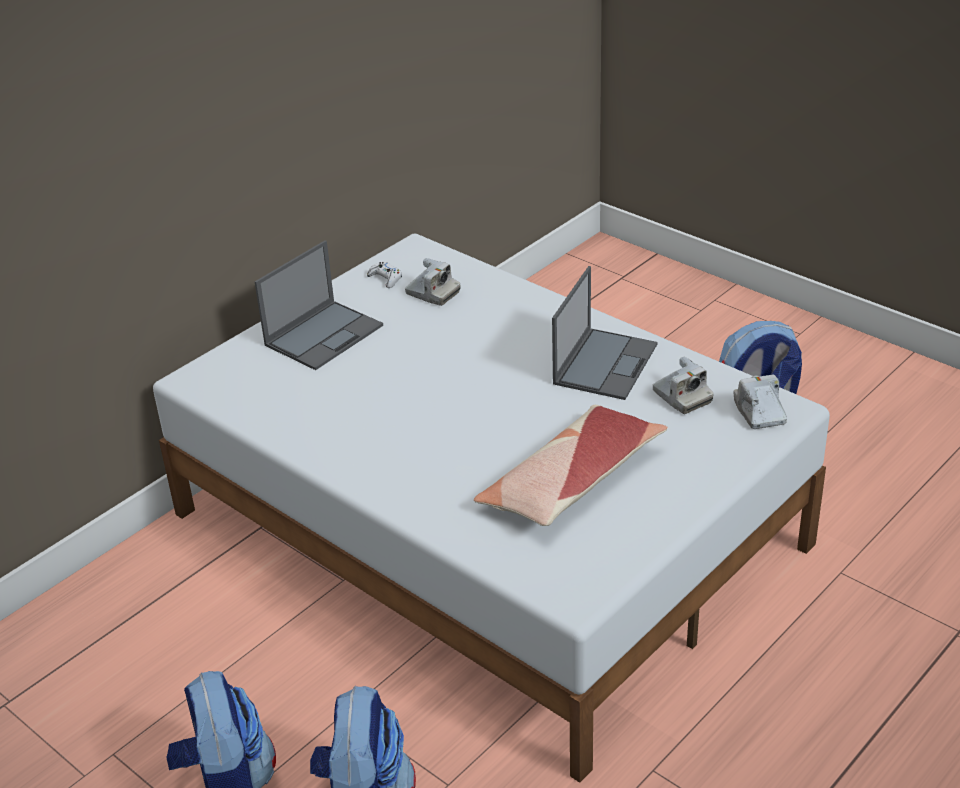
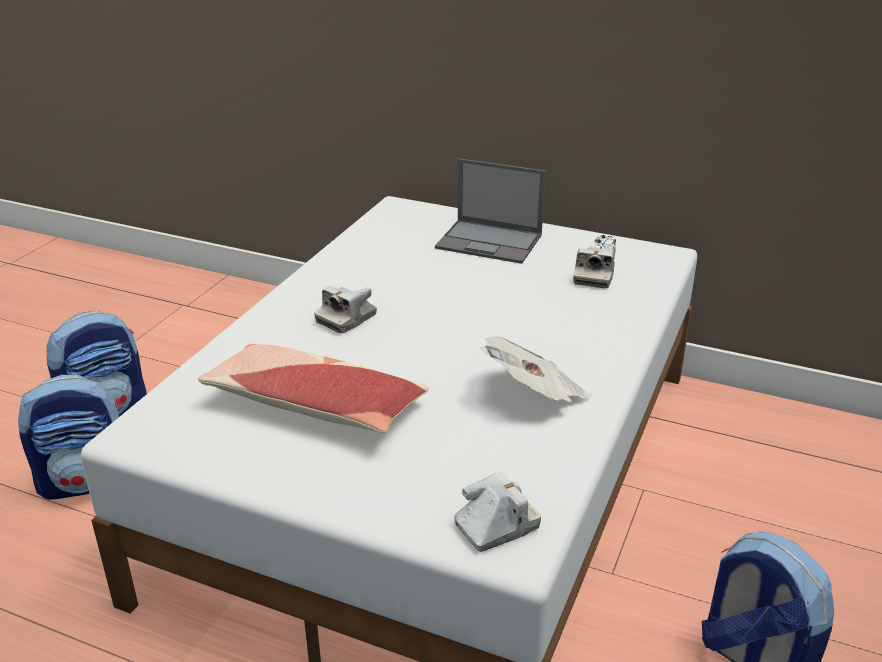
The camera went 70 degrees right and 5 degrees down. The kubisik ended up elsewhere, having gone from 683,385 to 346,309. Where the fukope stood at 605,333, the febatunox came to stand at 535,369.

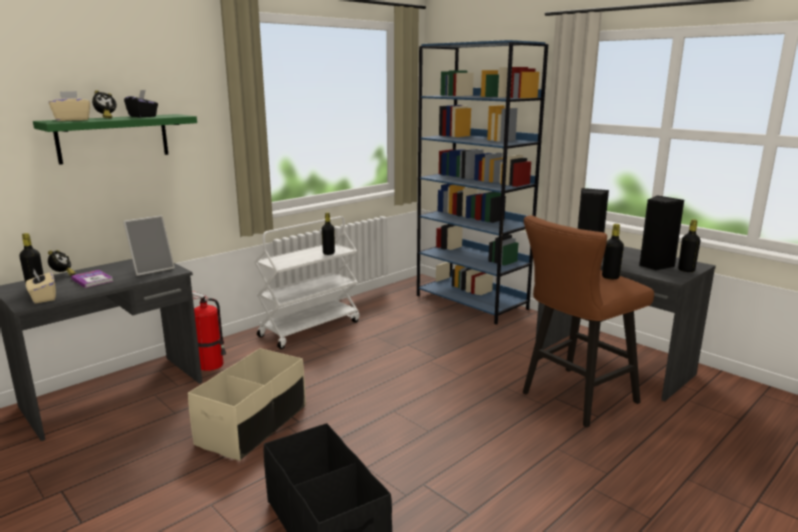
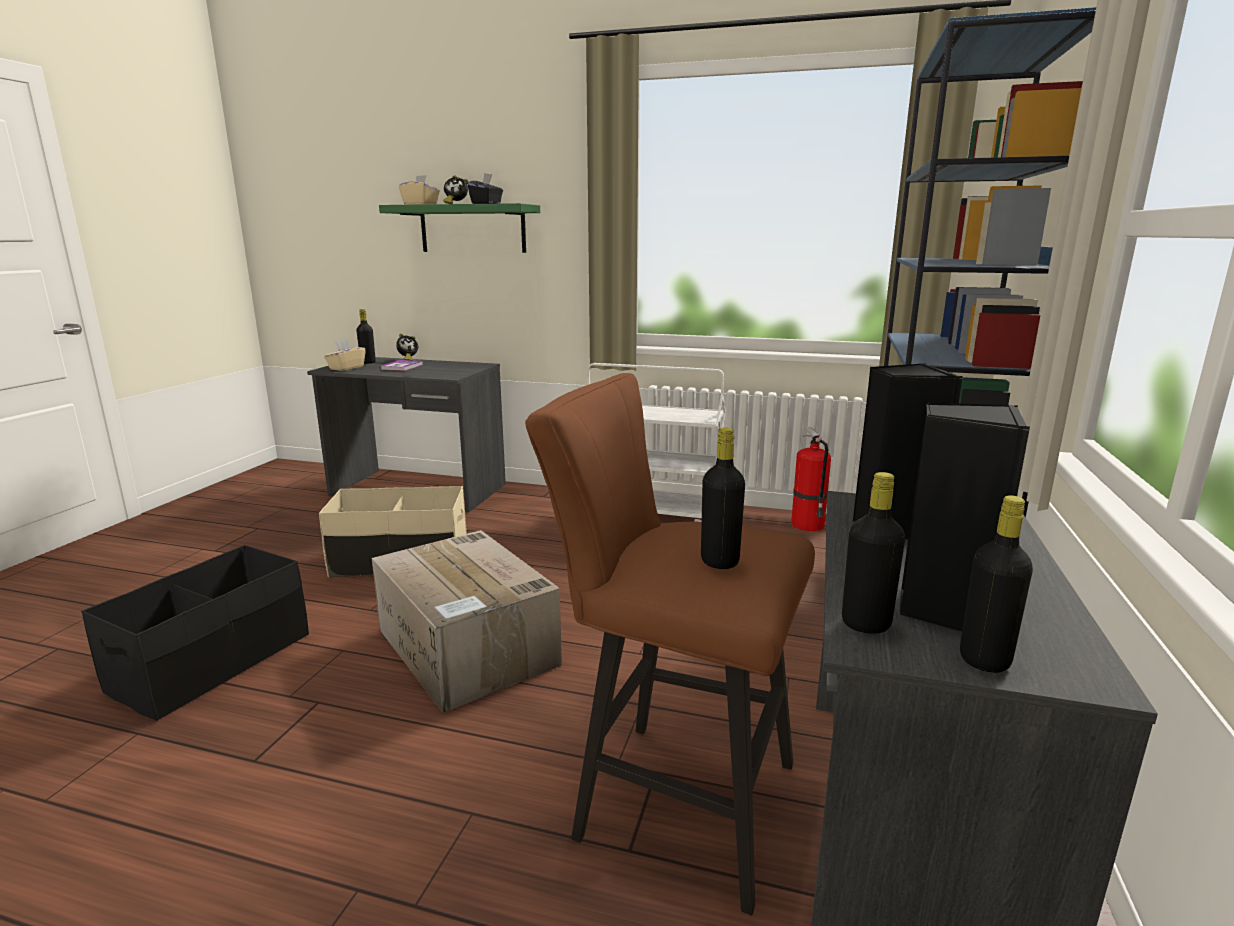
The camera went 60 degrees right and 0 degrees up. The second view lost the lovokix at 149,245. The second view gained the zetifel at 467,621. The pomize ended up elsewhere, having gone from 209,331 to 811,479. The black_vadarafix ended up elsewhere, having gone from 328,234 to 873,553.

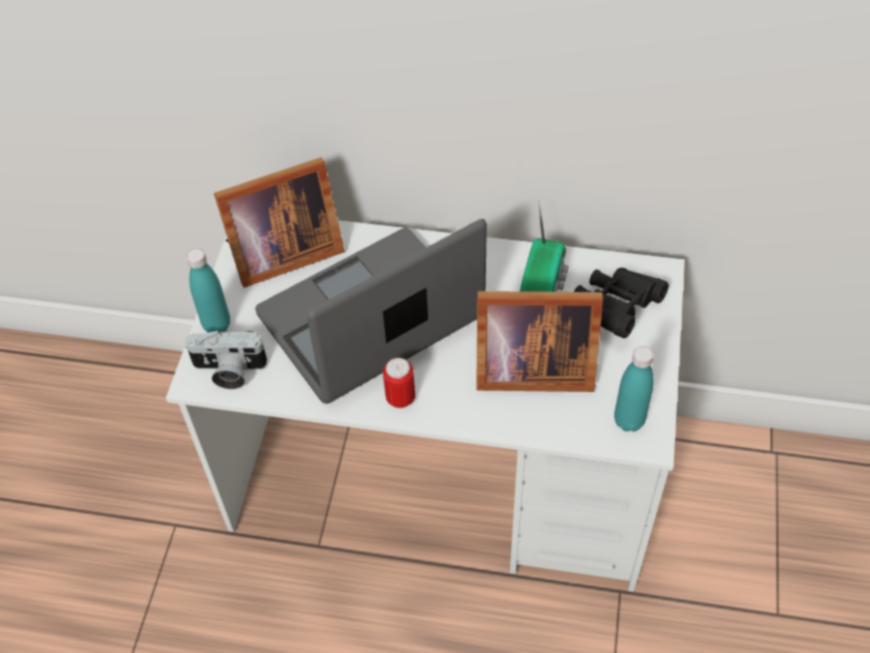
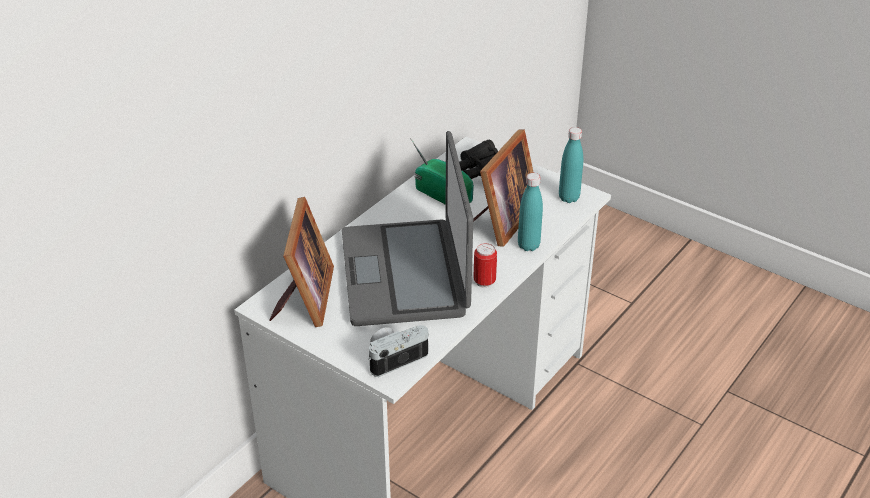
The camera went 65 degrees left and 15 degrees down. The turquoise_vadarafix ended up elsewhere, having gone from 208,291 to 530,212. The kubisik at 226,360 ended up facing another way, 150 degrees counterclockwise from before.

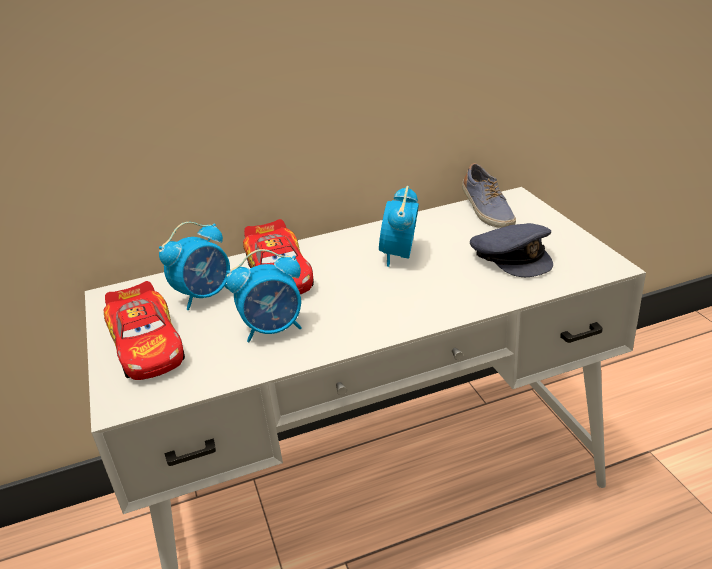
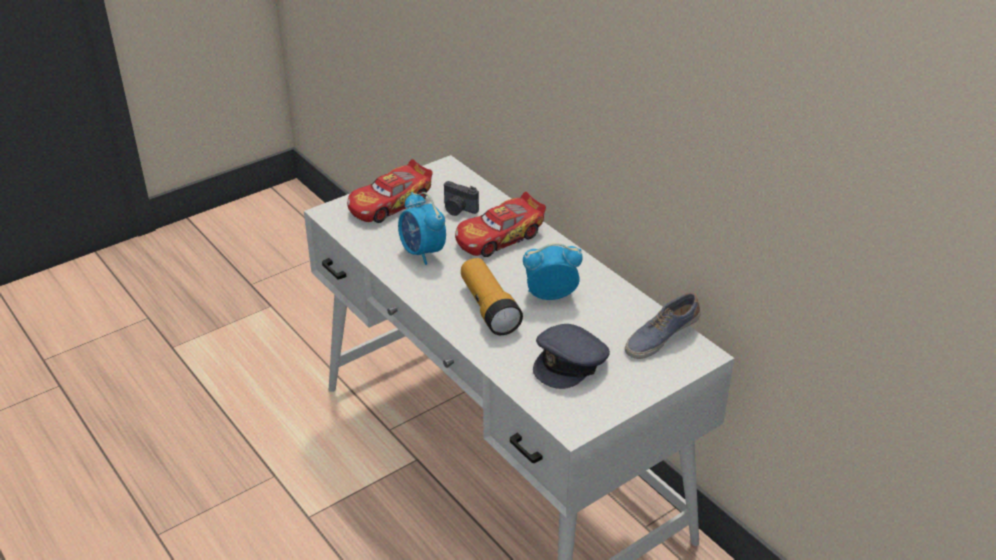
The camera went 70 degrees right and 5 degrees up. The second view gained the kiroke at 492,296. Where the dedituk stood at 194,266, the kubisik came to stand at 461,198.

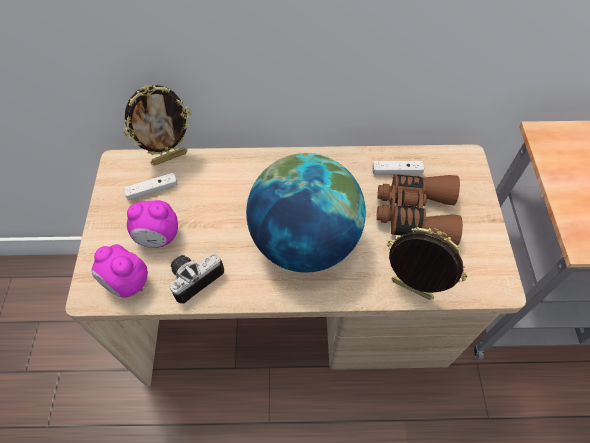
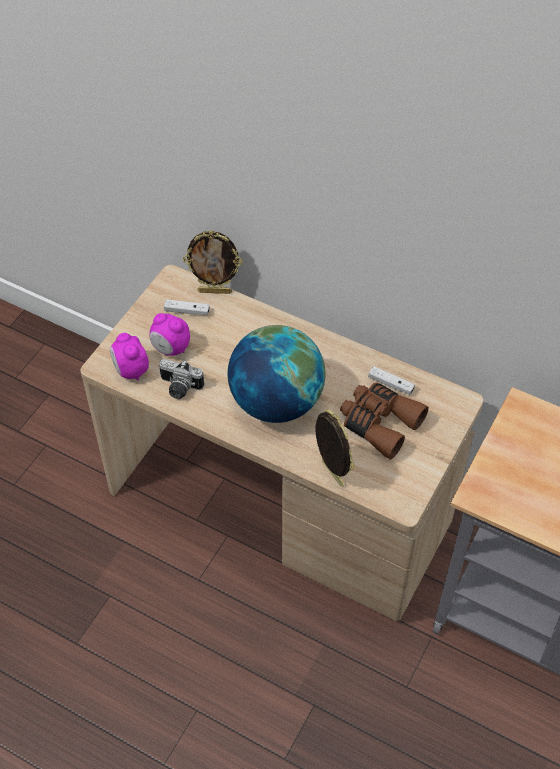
The camera went 30 degrees right and 5 degrees down. The kubisik at 196,278 ended up facing another way, 150 degrees counterclockwise from before.

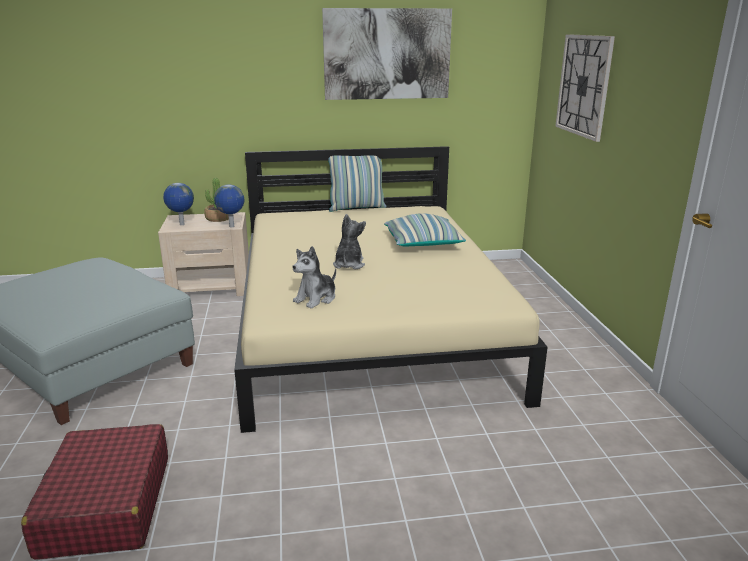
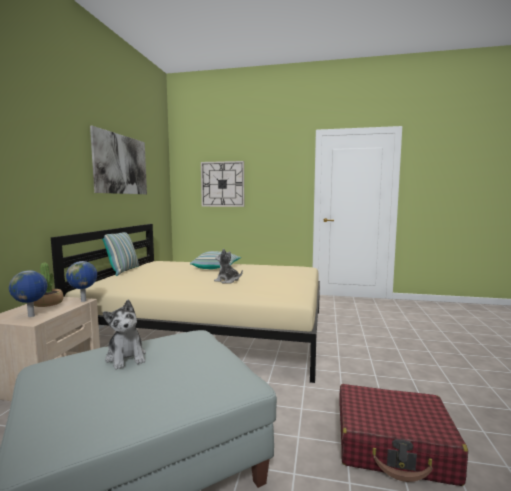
The camera went 70 degrees left and 15 degrees down. The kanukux ended up elsewhere, having gone from 314,277 to 124,335.

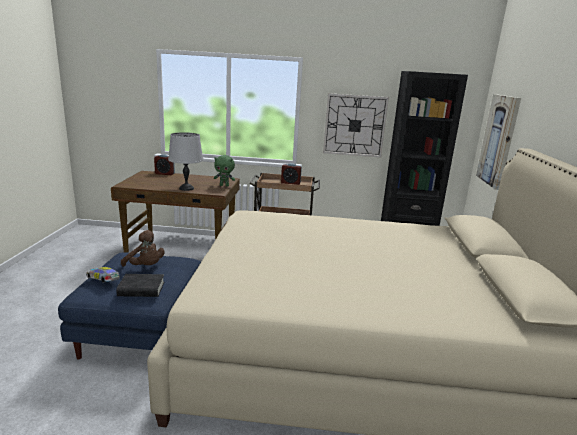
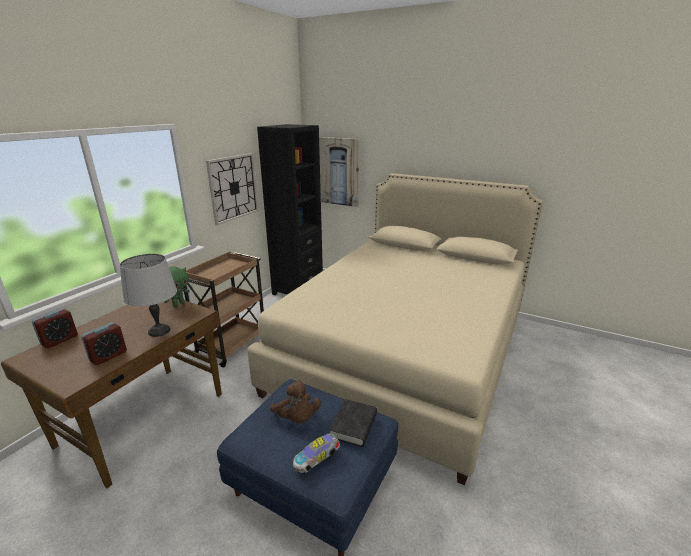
The camera went 65 degrees left and 5 degrees up. The dedituk ended up elsewhere, having gone from 291,174 to 104,343. The brown_kanukux at 143,248 ended up facing another way, 90 degrees clockwise from before.

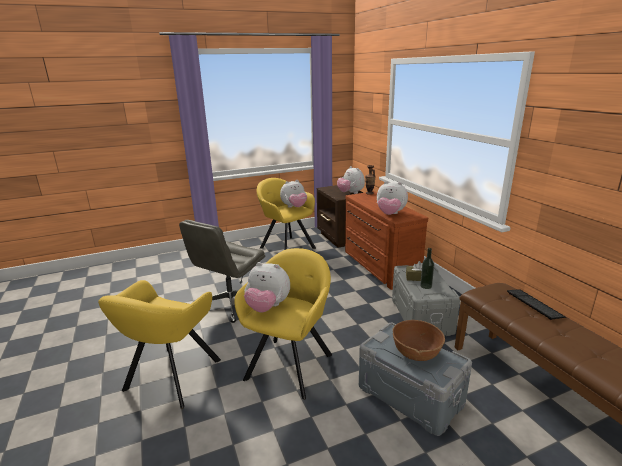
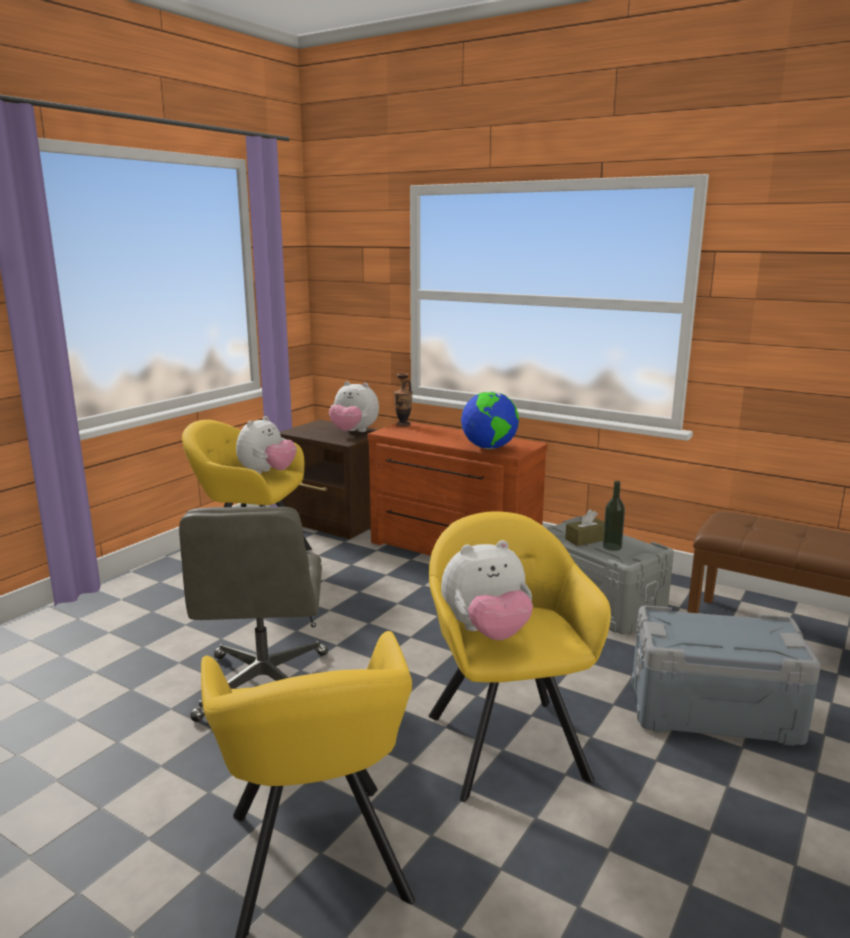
The camera went 35 degrees left and 5 degrees down. The second view lost the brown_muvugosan at 419,340. The second view lost the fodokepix at 536,304. Where the kanukux stood at 392,198, the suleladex came to stand at 490,420.

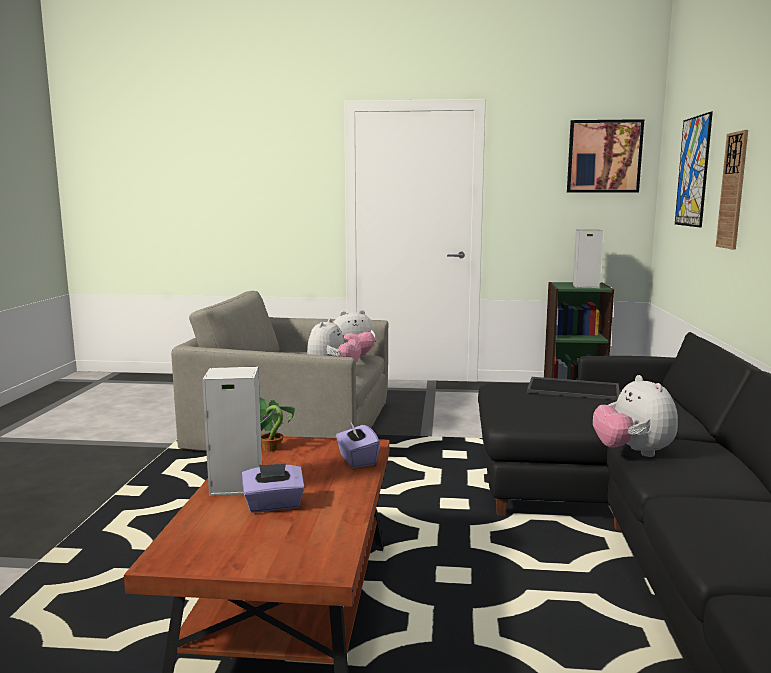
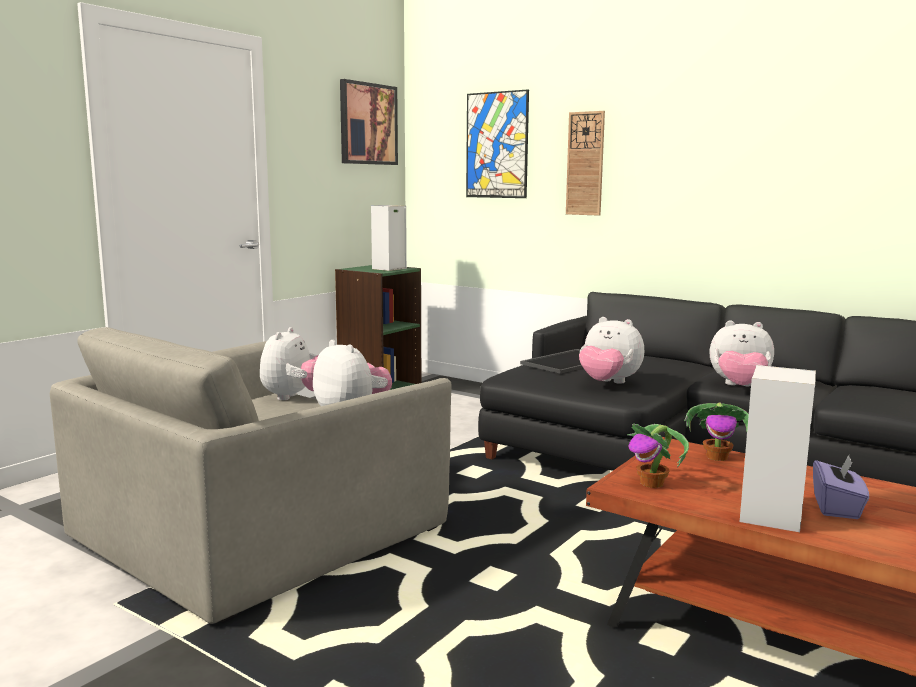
The camera went 60 degrees left and 0 degrees up. The second view gained the kanukux at 611,350. Where the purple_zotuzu stood at 358,444, the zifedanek came to stand at 716,432.

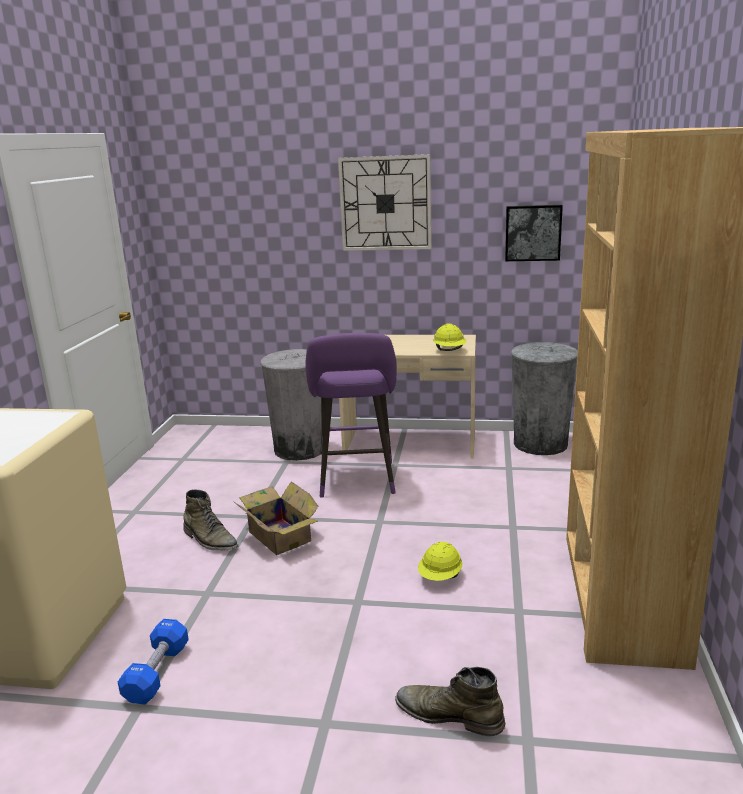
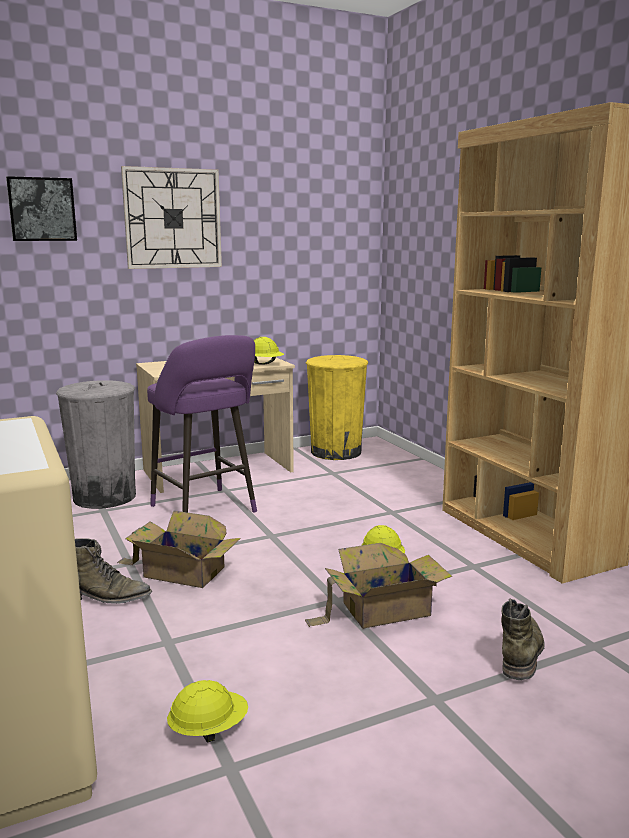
The camera went 35 degrees left and 5 degrees down. The second view gained the zetifel at 378,586. The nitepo ended up elsewhere, having gone from 534,233 to 41,208. Where the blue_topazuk stood at 153,661, the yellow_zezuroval came to stand at 207,711. What was the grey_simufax at 544,398 turned into the yellow_simufax at 337,407. The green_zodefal at 450,701 ended up facing another way, 120 degrees clockwise from before.

